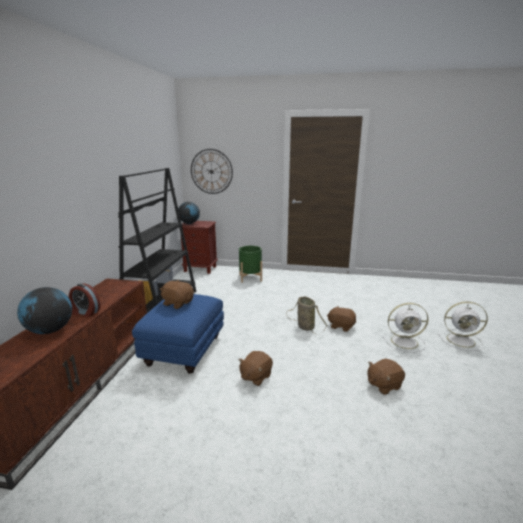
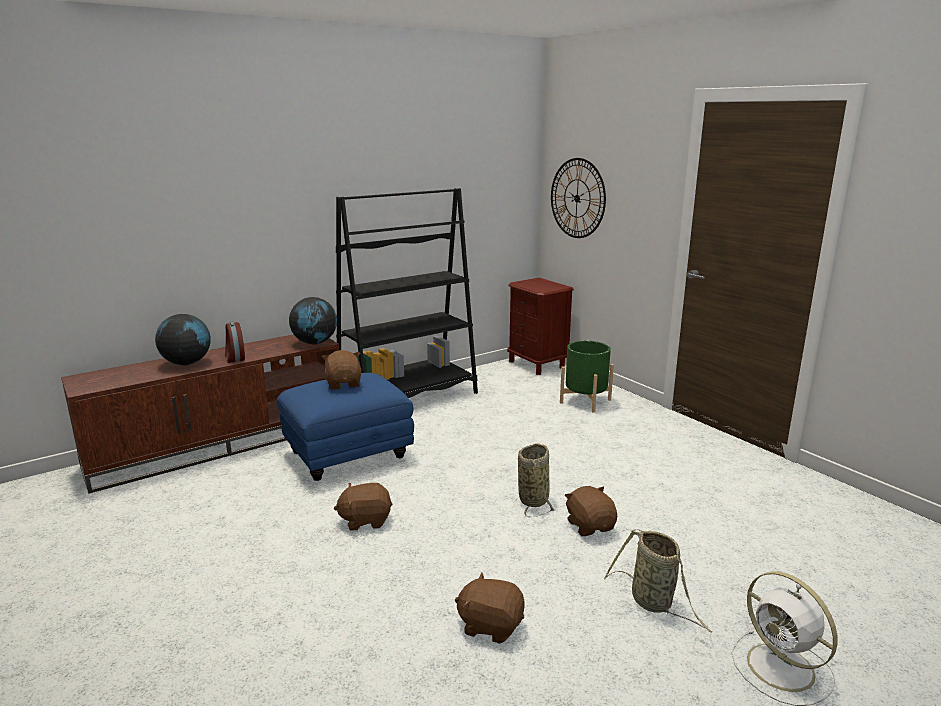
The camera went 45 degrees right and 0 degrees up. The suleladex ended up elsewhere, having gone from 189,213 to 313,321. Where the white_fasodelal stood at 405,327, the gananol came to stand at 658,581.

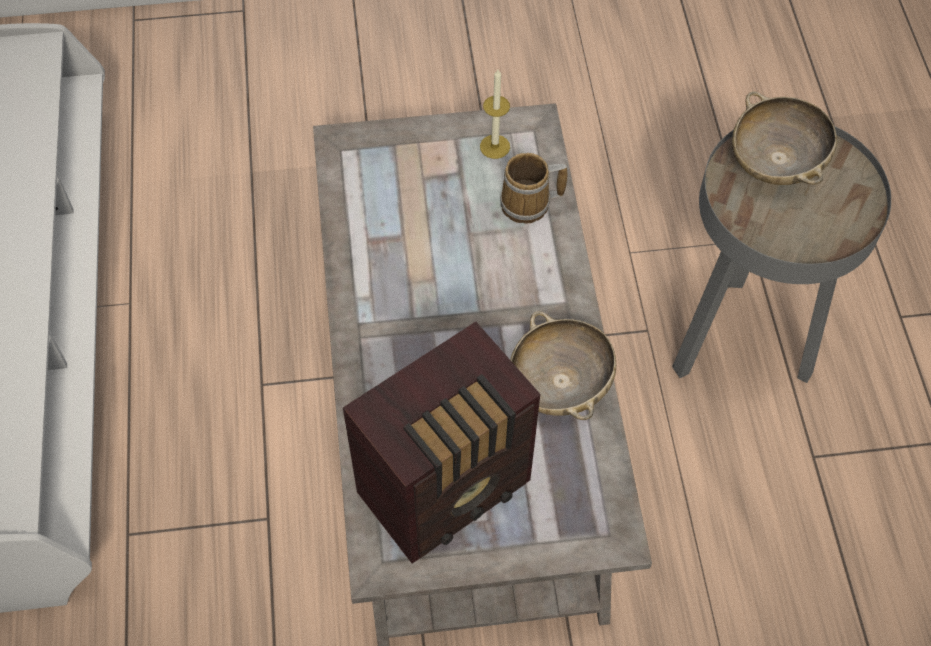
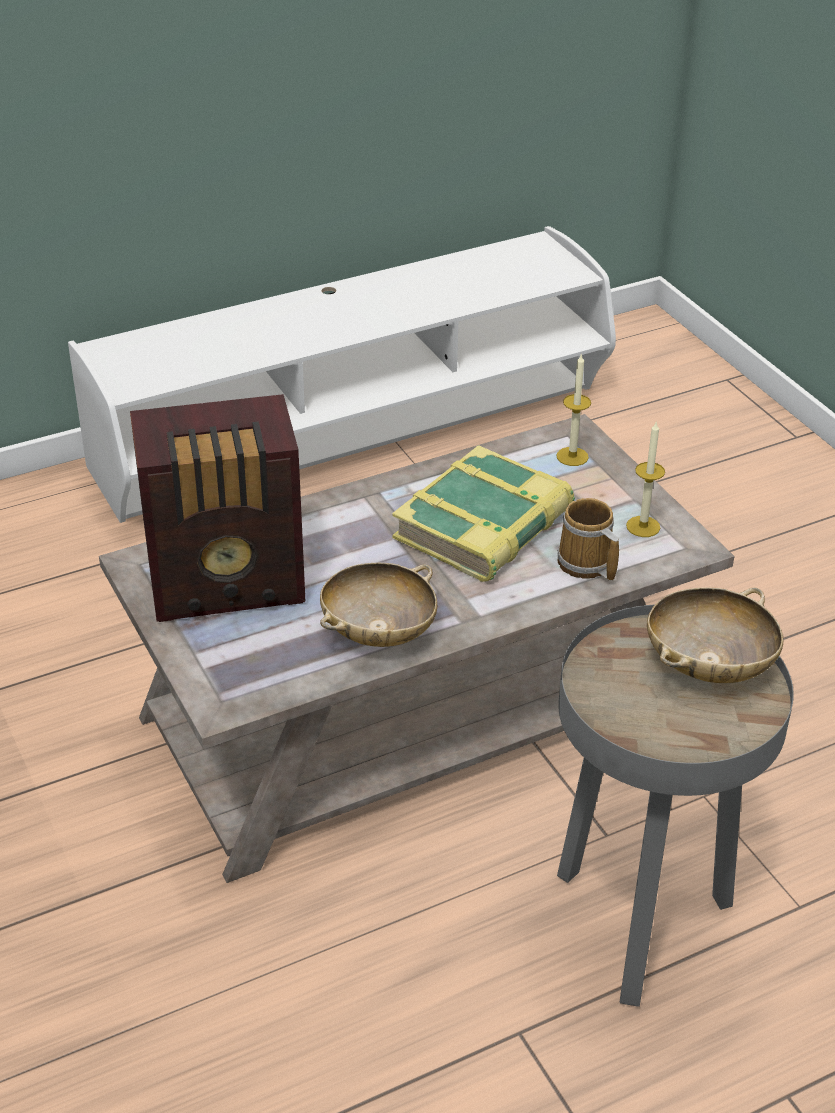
The camera went 70 degrees right and 20 degrees down. The second view gained the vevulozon at 483,513. The second view gained the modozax at 574,410. The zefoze at 442,443 ended up facing another way, 45 degrees counterclockwise from before.

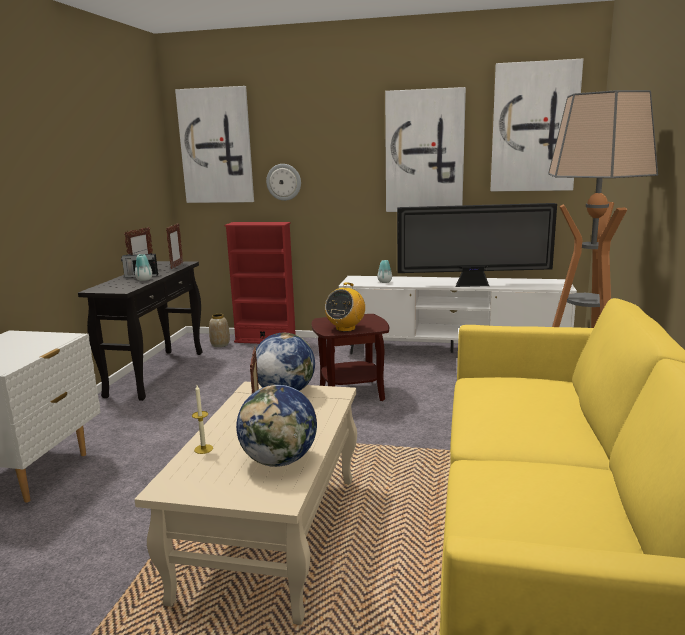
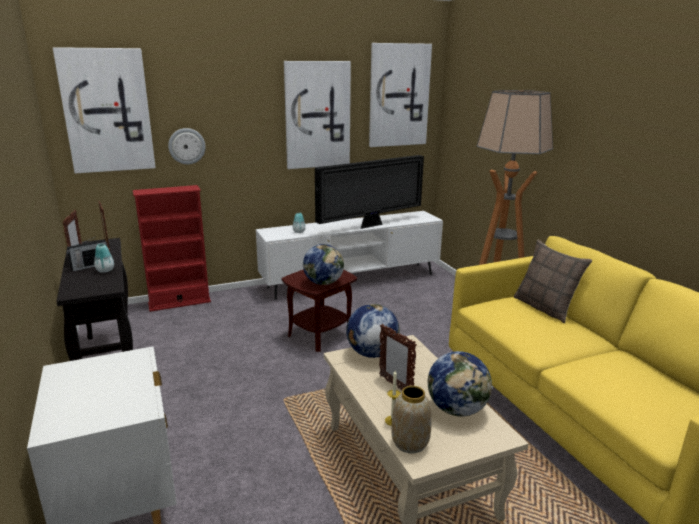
The camera went 35 degrees left and 5 degrees up. The second view gained the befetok at 553,281. The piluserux ended up elsewhere, having gone from 219,330 to 411,419. Where the zefoze stood at 345,307, the suleladex came to stand at 323,264.

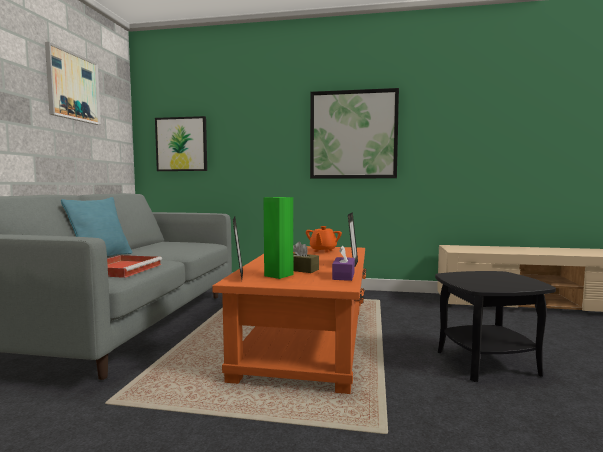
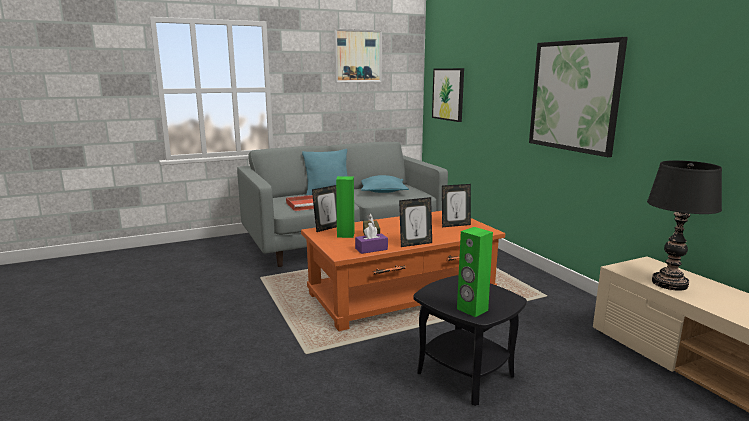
The camera went 55 degrees right and 10 degrees up. The second view gained the turquoise_befetok at 385,184. The second view gained the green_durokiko at 475,272. The second view gained the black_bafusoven at 684,225. Where the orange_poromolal stood at 324,239, the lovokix came to stand at 456,205.

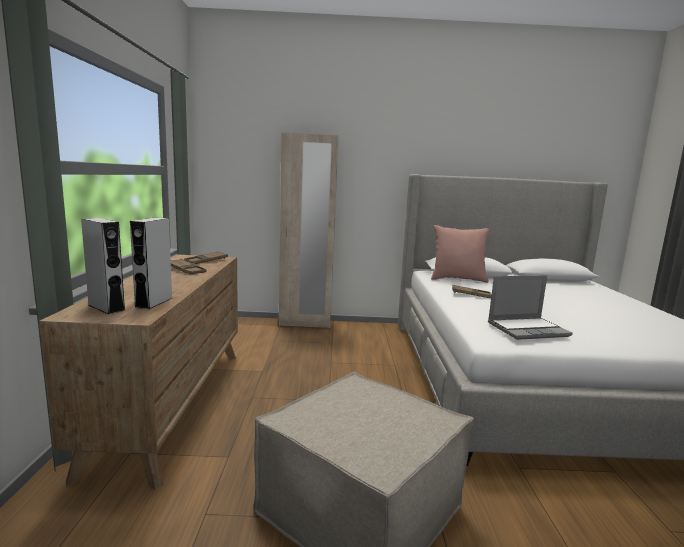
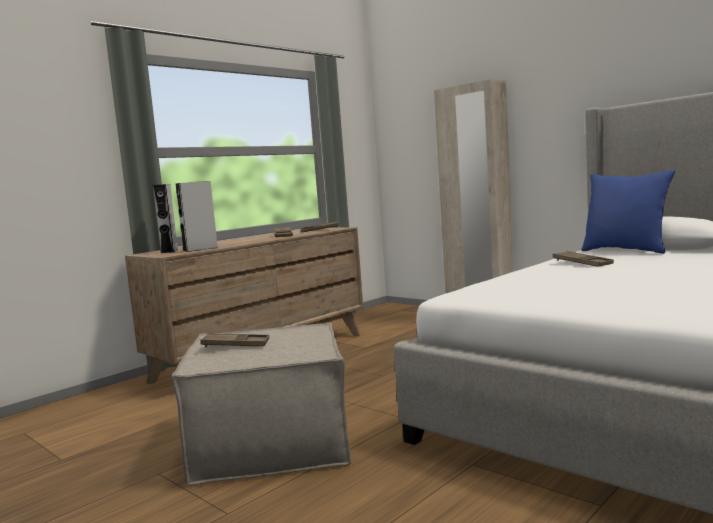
The camera went 45 degrees right and 5 degrees down. The second view lost the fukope at 530,307. The second view gained the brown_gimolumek at 234,340. What was the pink_befetok at 460,254 turned into the blue_befetok at 628,212.

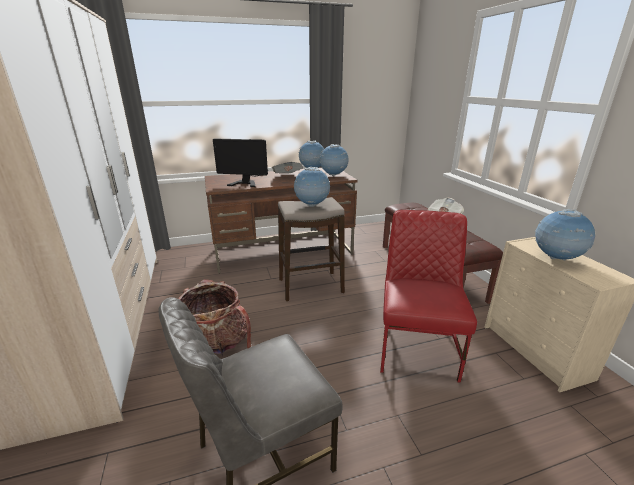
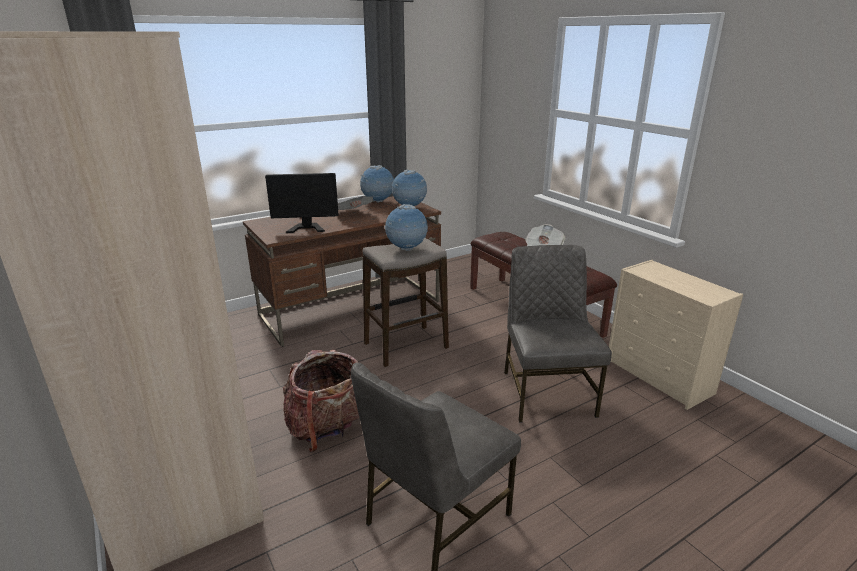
The camera went 15 degrees left and 0 degrees up. The second view lost the suleladex at 565,234. What was the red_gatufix at 428,296 turned into the grey_gatufix at 558,334.

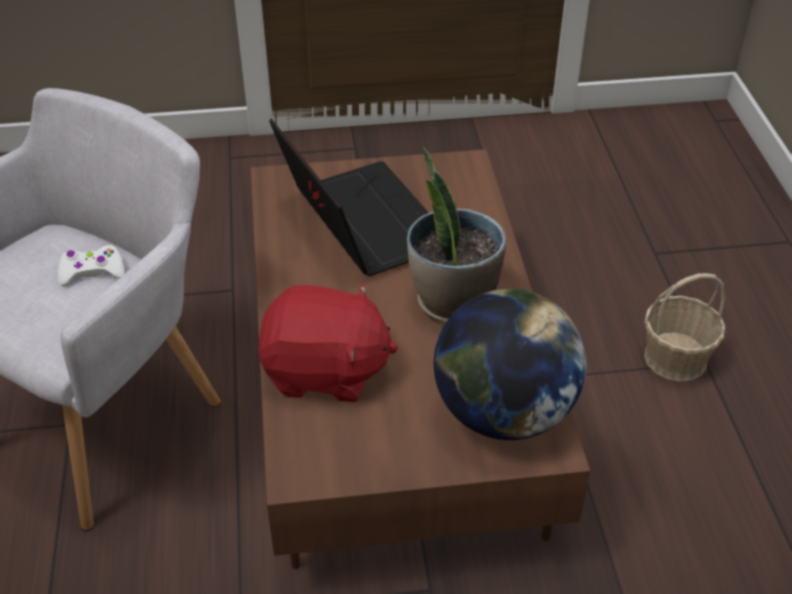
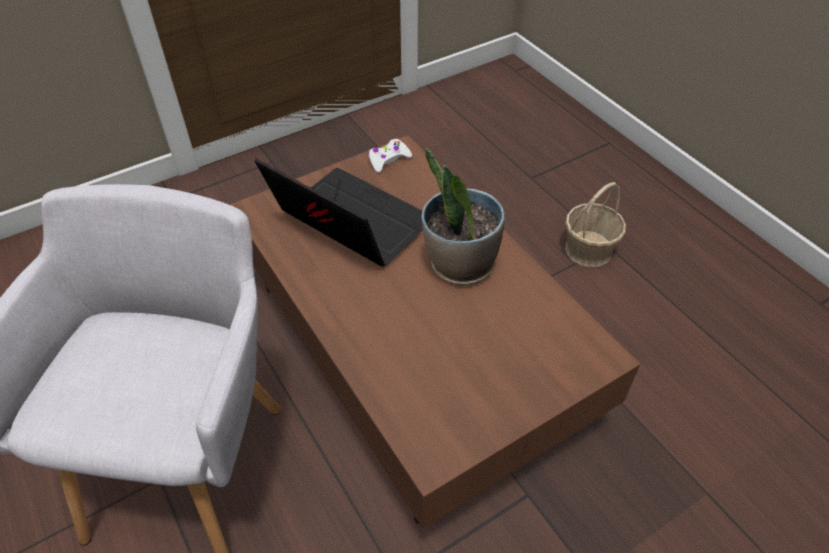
The camera went 25 degrees left and 5 degrees up. The second view lost the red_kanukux at 328,342. The second view lost the suleladex at 510,364. The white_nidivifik ended up elsewhere, having gone from 91,265 to 390,156.

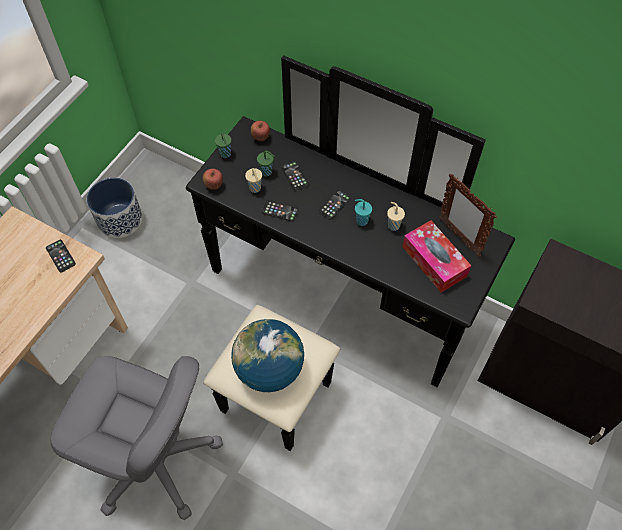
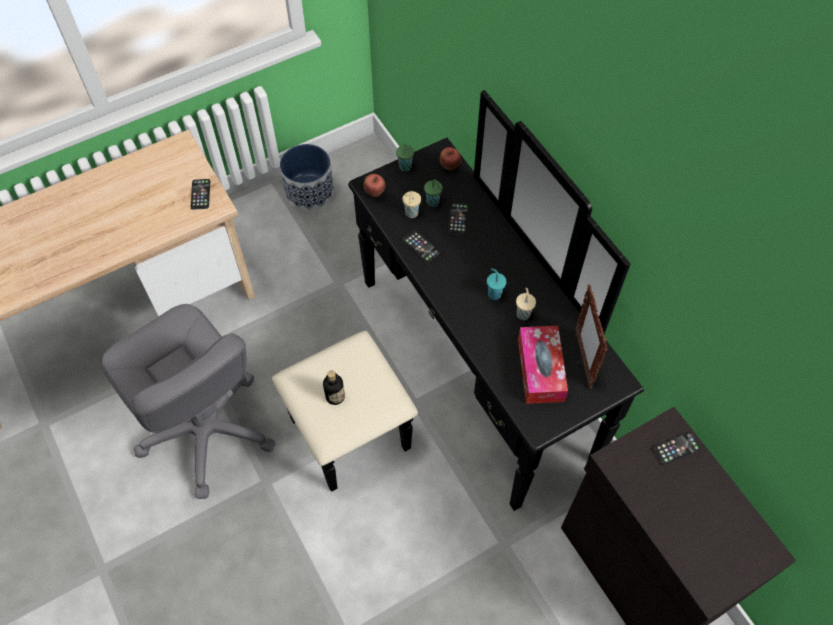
The camera went 30 degrees right and 0 degrees up. The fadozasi ended up elsewhere, having gone from 334,205 to 676,448. Where the suleladex stood at 267,355, the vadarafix came to stand at 334,387.

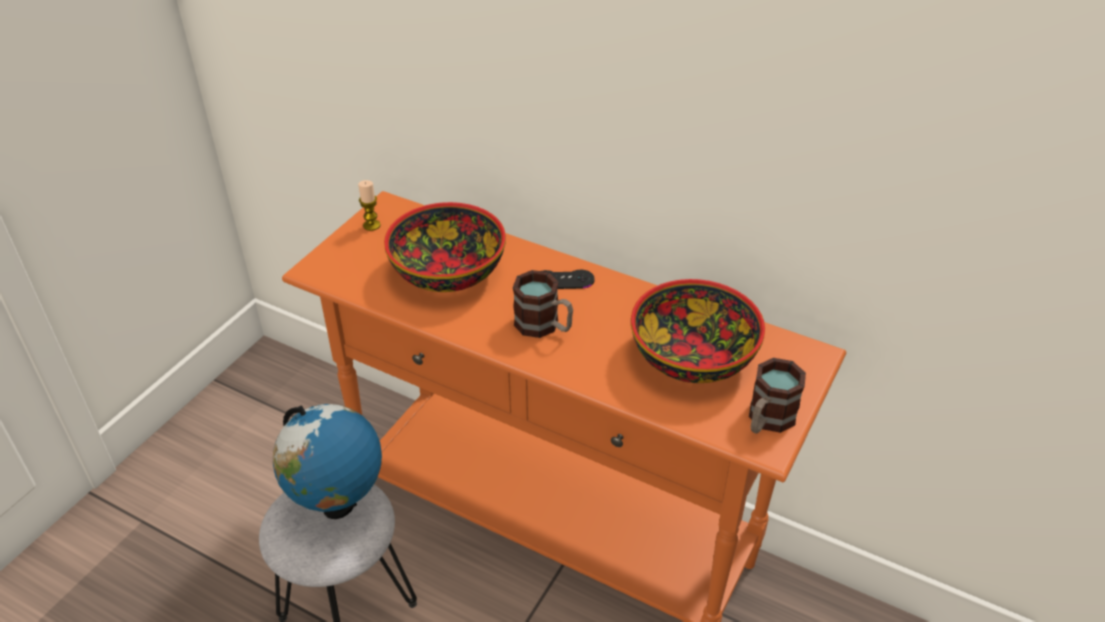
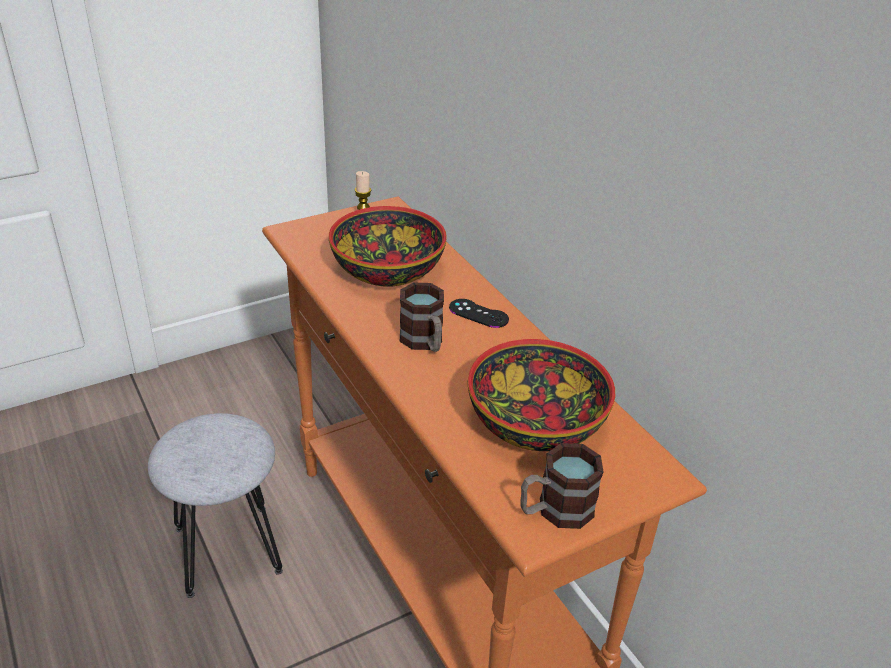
The camera went 30 degrees right and 5 degrees down. The second view lost the suleladex at 327,461.

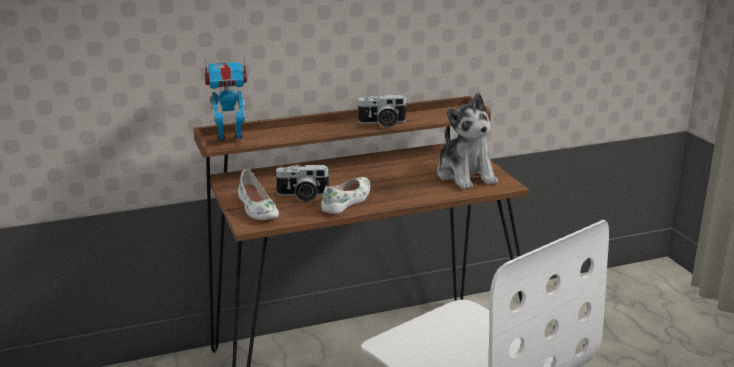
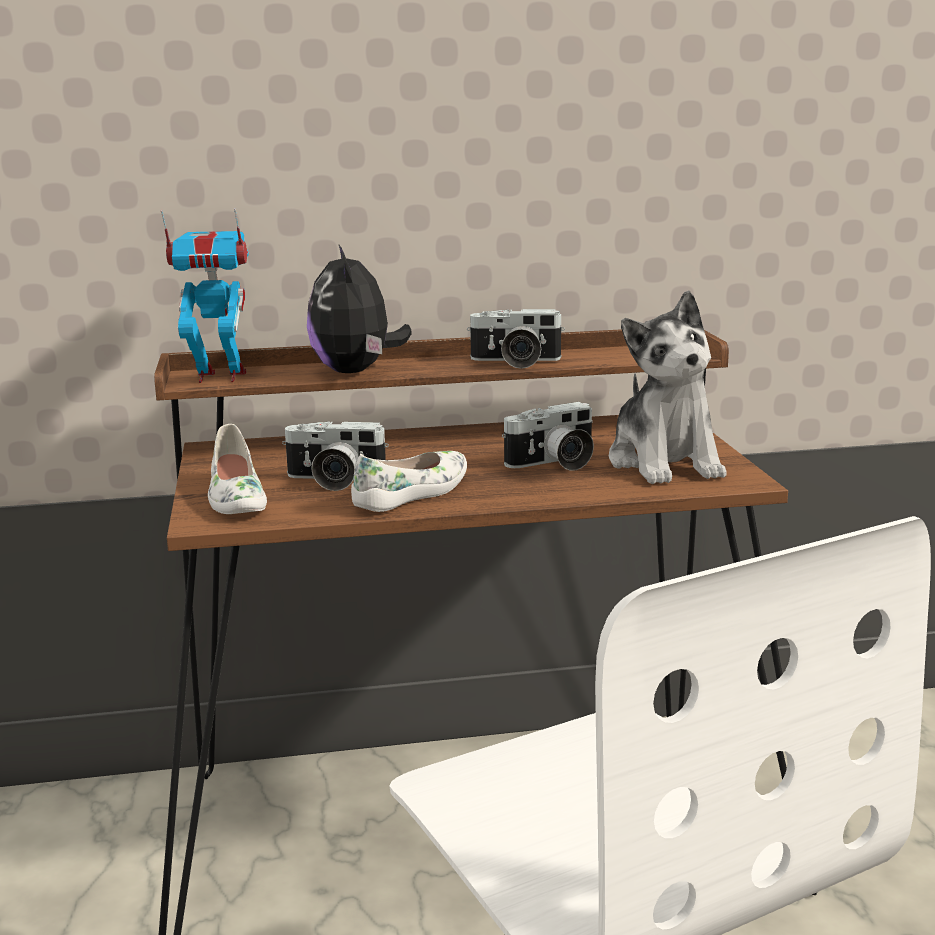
The camera went 10 degrees right and 5 degrees down. The second view gained the kanukux at 359,309. The second view gained the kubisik at 548,436.

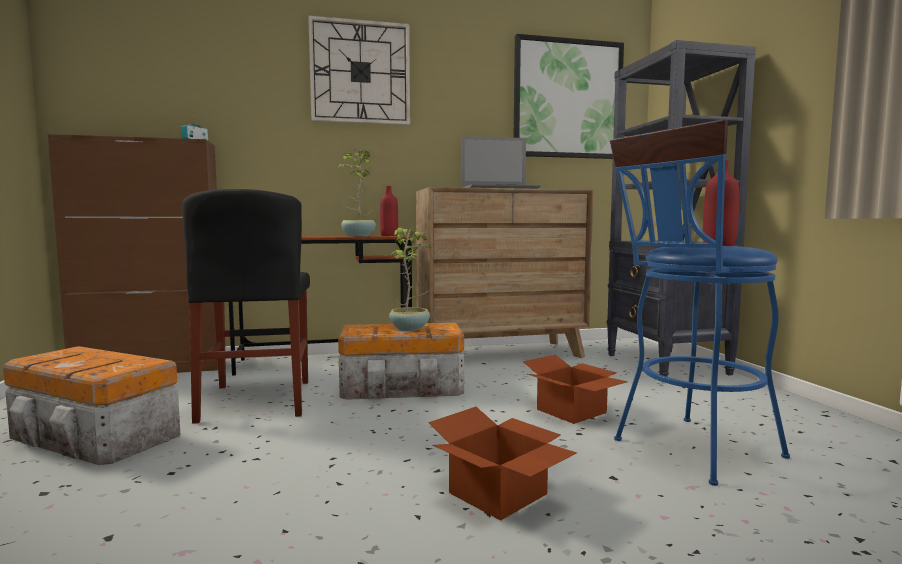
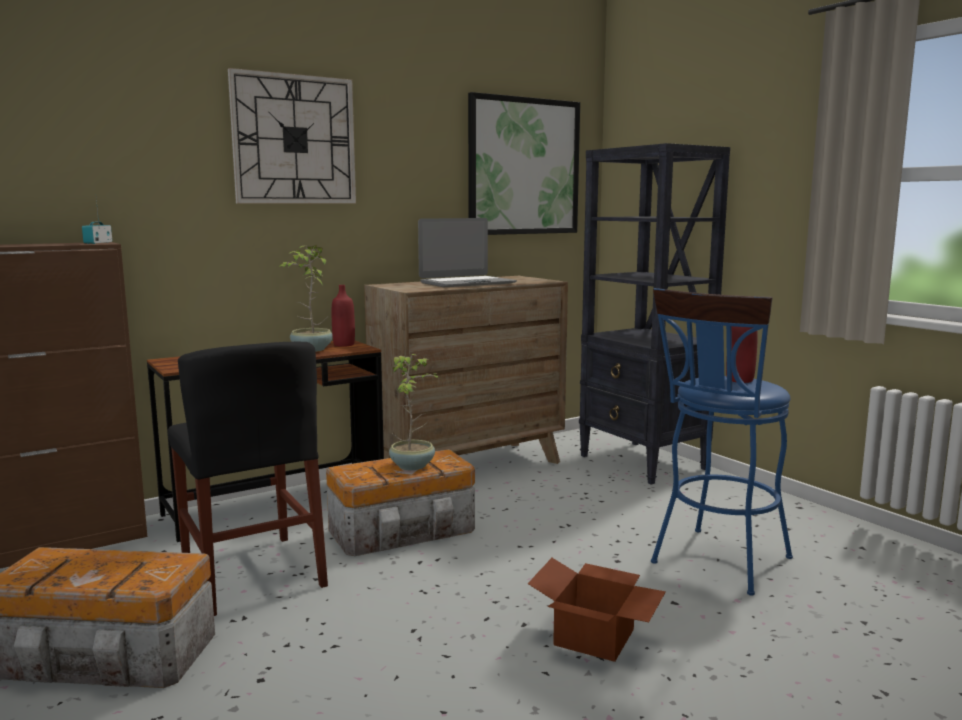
The camera went 20 degrees left and 5 degrees up. The second view lost the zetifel at 575,389.

